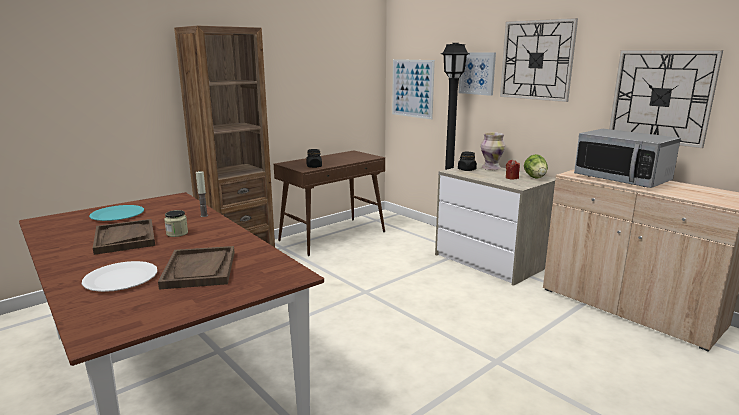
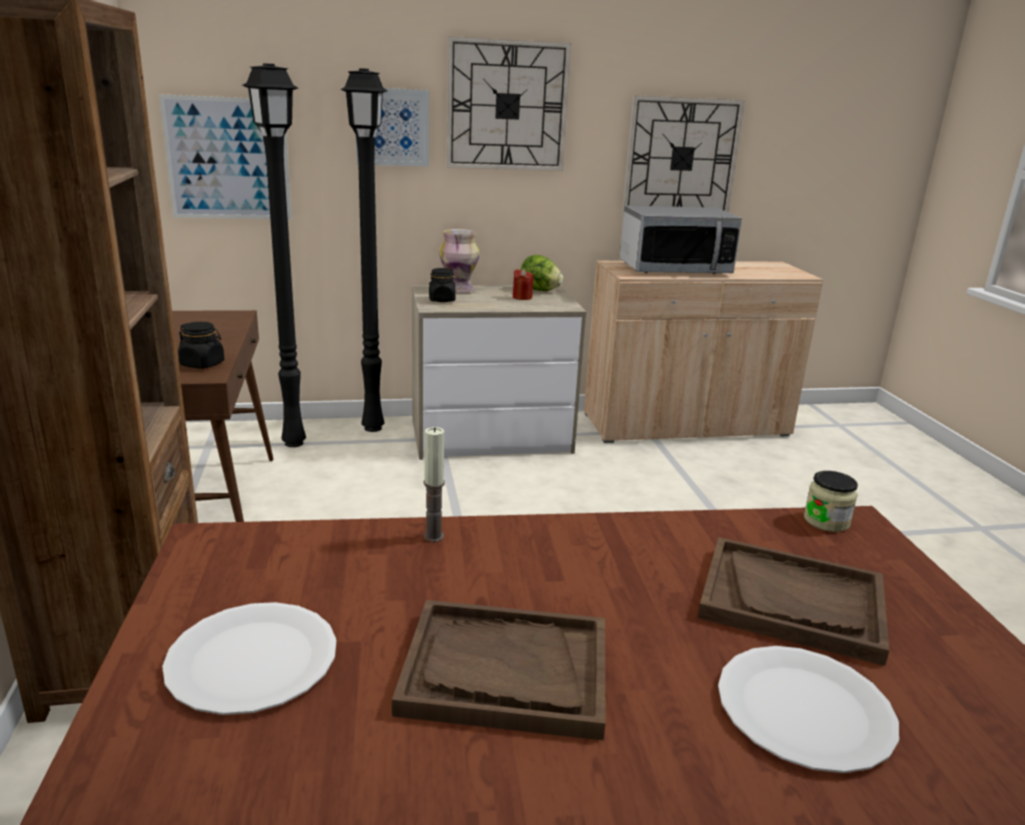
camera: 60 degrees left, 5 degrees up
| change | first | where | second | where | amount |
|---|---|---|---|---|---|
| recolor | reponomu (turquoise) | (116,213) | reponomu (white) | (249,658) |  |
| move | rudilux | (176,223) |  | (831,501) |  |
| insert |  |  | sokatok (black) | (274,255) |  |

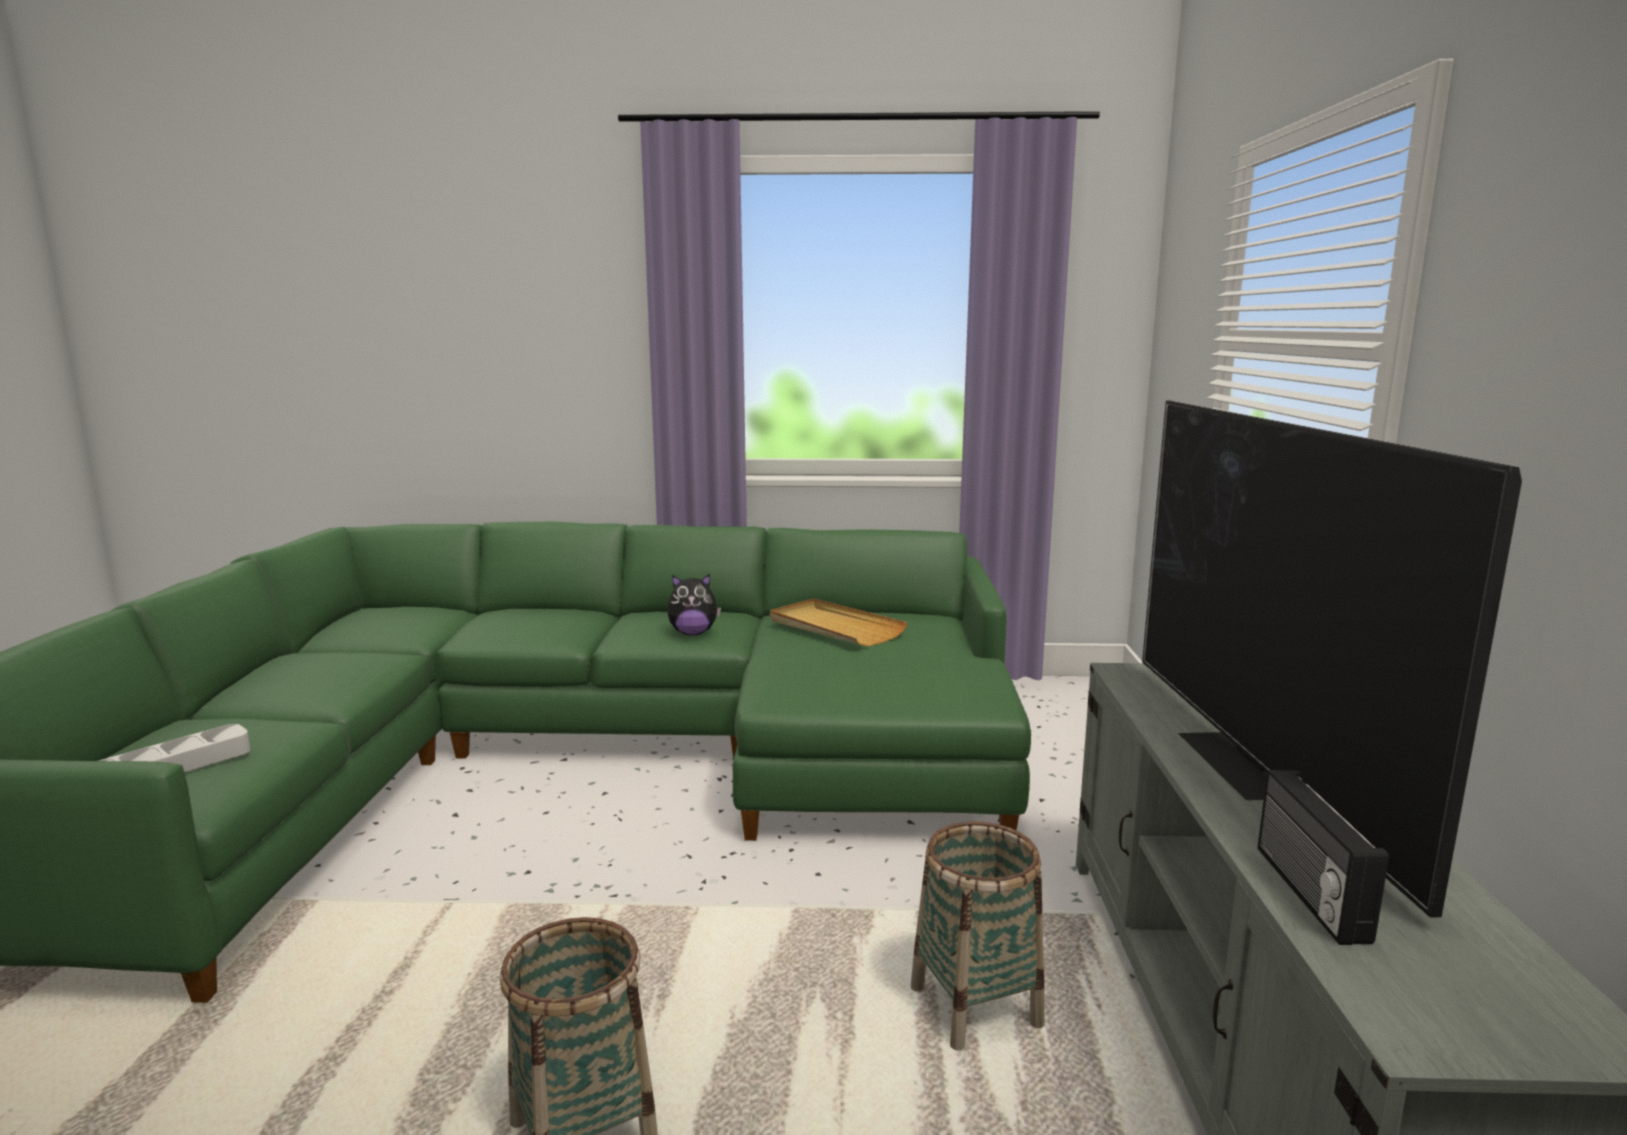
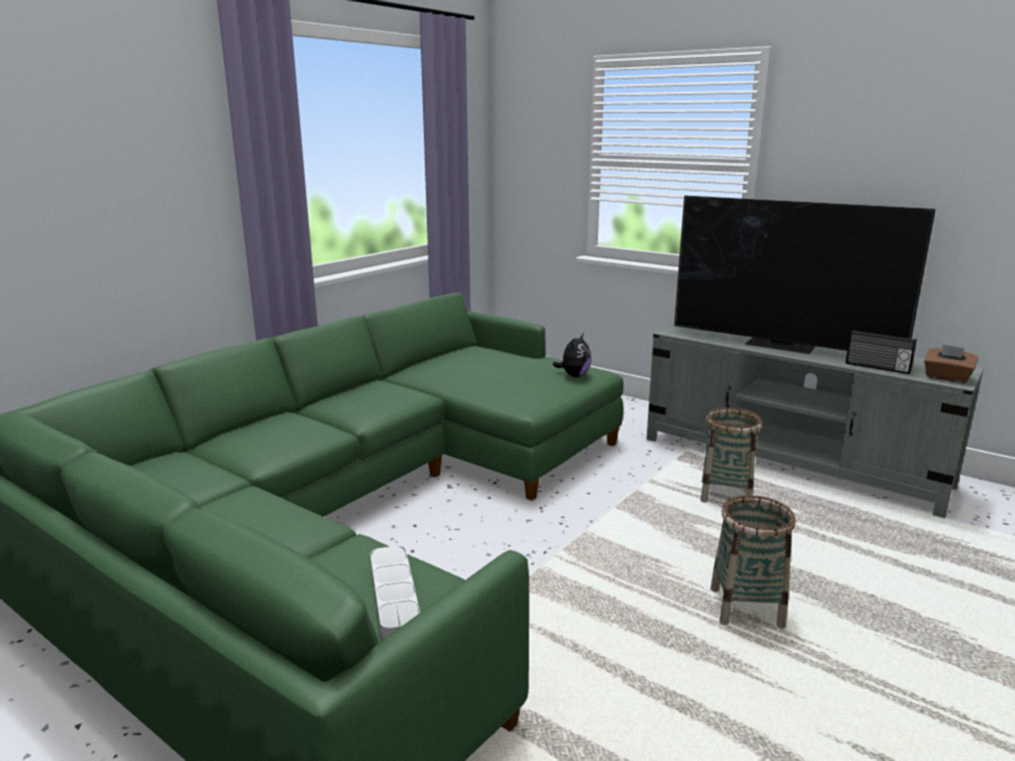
camera: 55 degrees left, 5 degrees up
| change | first | where | second | where | amount |
|---|---|---|---|---|---|
| move | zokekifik | (694,604) |  | (572,355) |  |
| delete | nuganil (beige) | (839,623) |  |  |  |
| insert |  |  | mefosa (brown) | (951,363) |  |

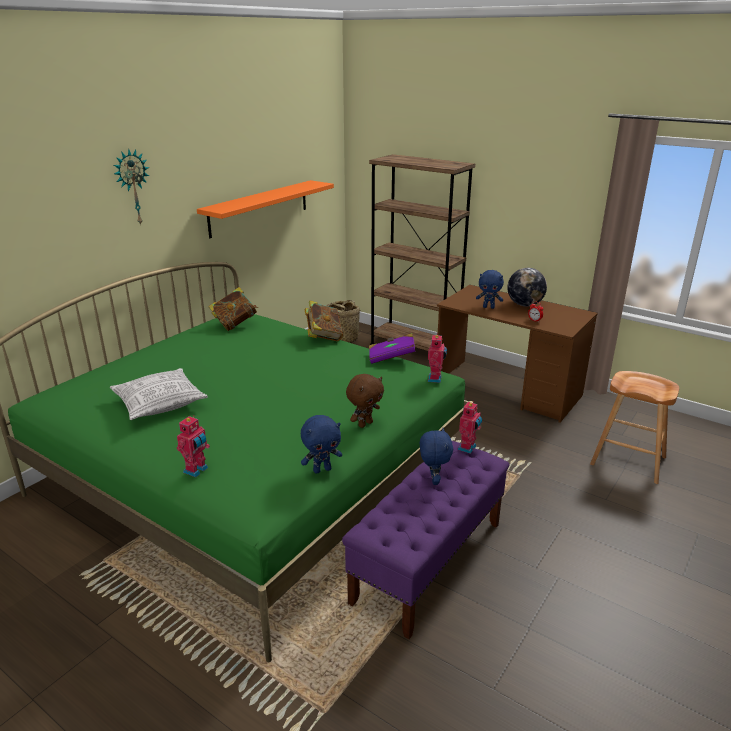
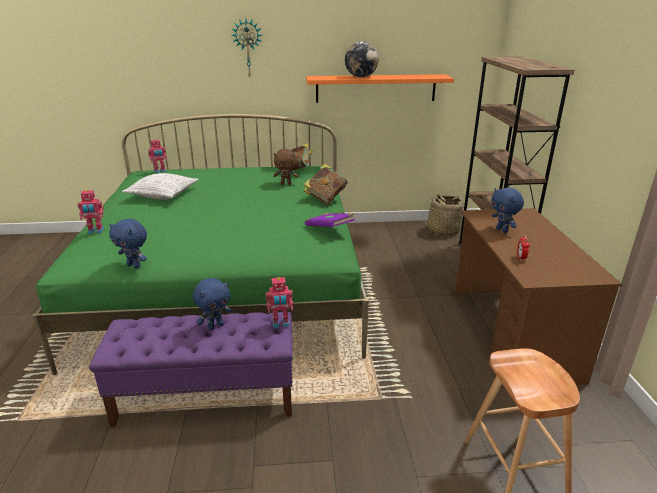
camera: 50 degrees right, 0 degrees up
| change | first | where | second | where | amount |
|---|---|---|---|---|---|
| move | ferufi | (527,287) |  | (362,59) |  |
| move | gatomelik | (437,358) |  | (157,156) |  |
| move | zokekifik (brown) | (365,401) |  | (285,167) |  |

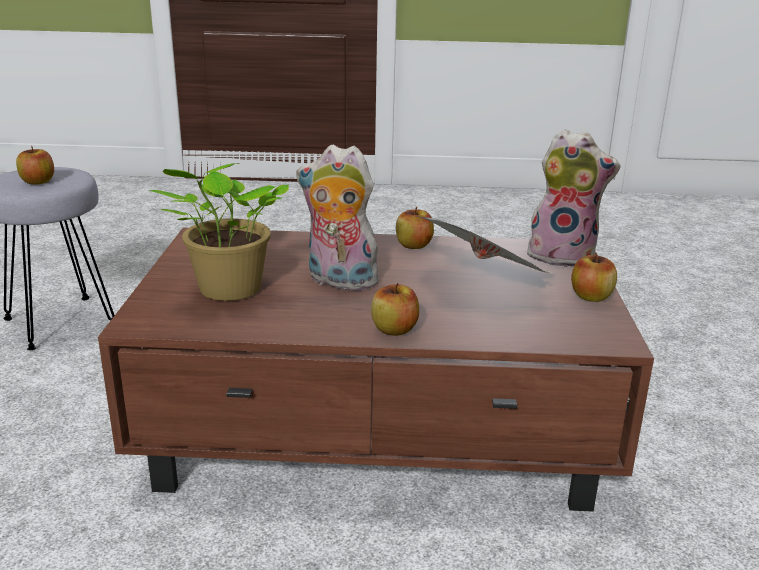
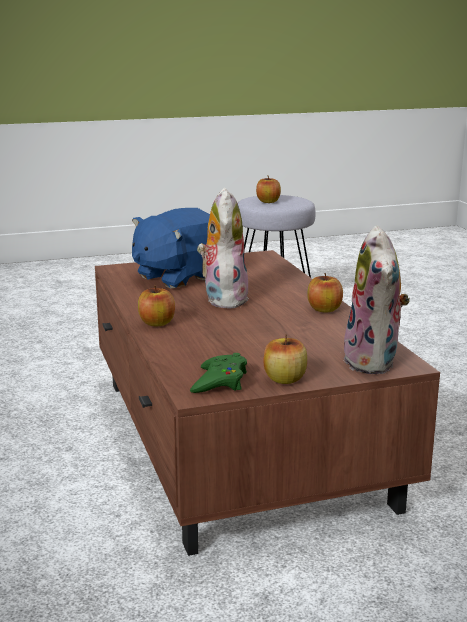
camera: 70 degrees right, 5 degrees down
| change | first | where | second | where | amount |
|---|---|---|---|---|---|
| replace | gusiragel | (218,232) | zokekifik (blue) | (171,248) |  |
| delete | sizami | (484,245) |  |  |  |
| insert |  |  | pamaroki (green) | (218,373) |  |

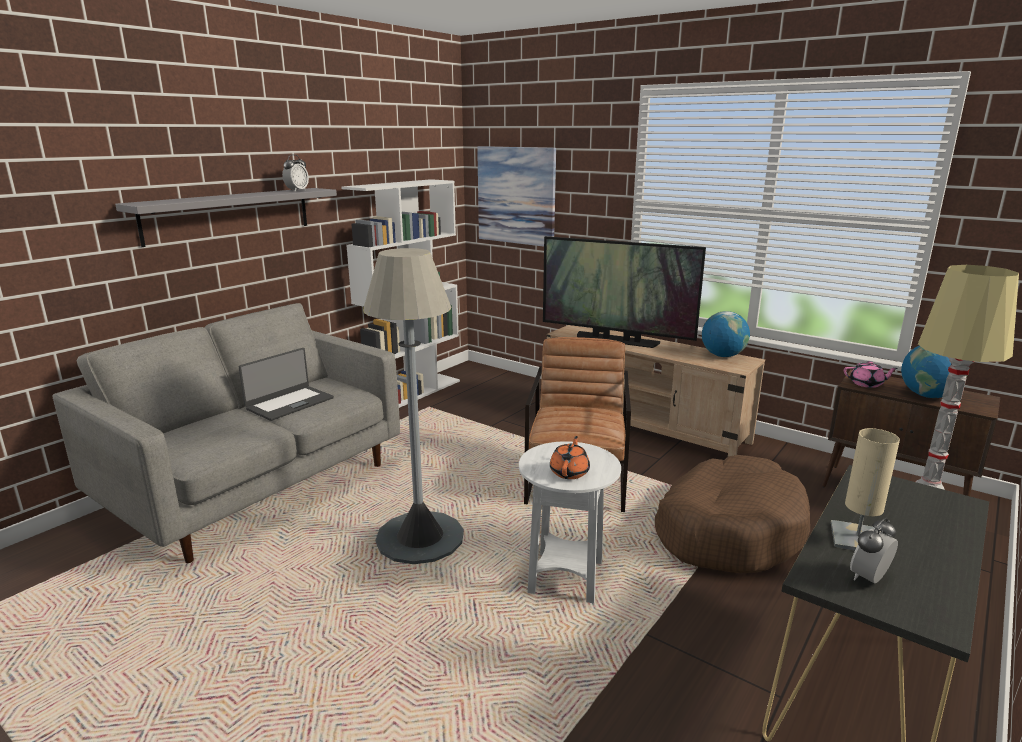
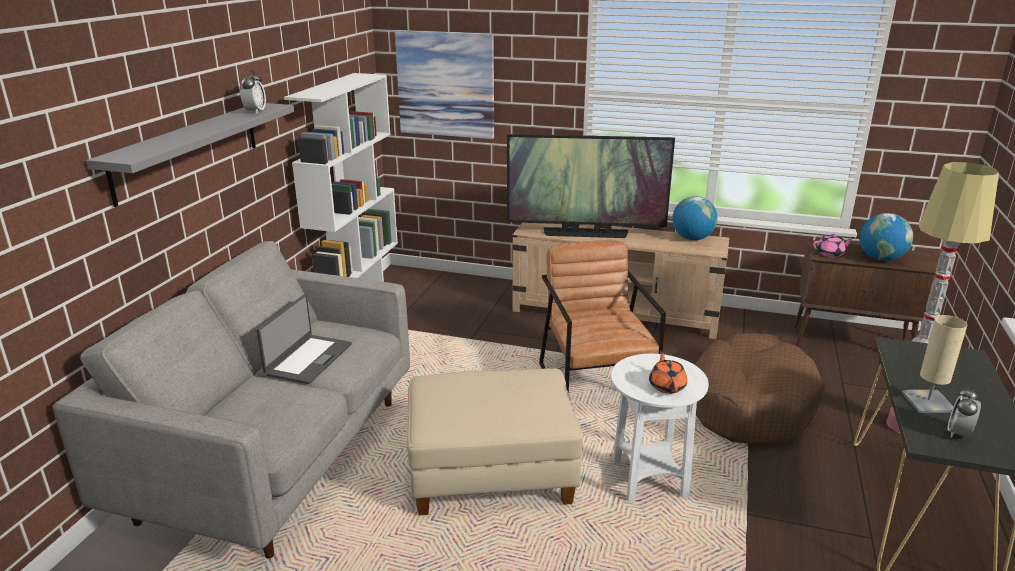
camera: 20 degrees left, 5 degrees up
| change | first | where | second | where | amount |
|---|---|---|---|---|---|
| replace | sokatok (grey) | (413,406) | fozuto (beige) | (495,441) |  |

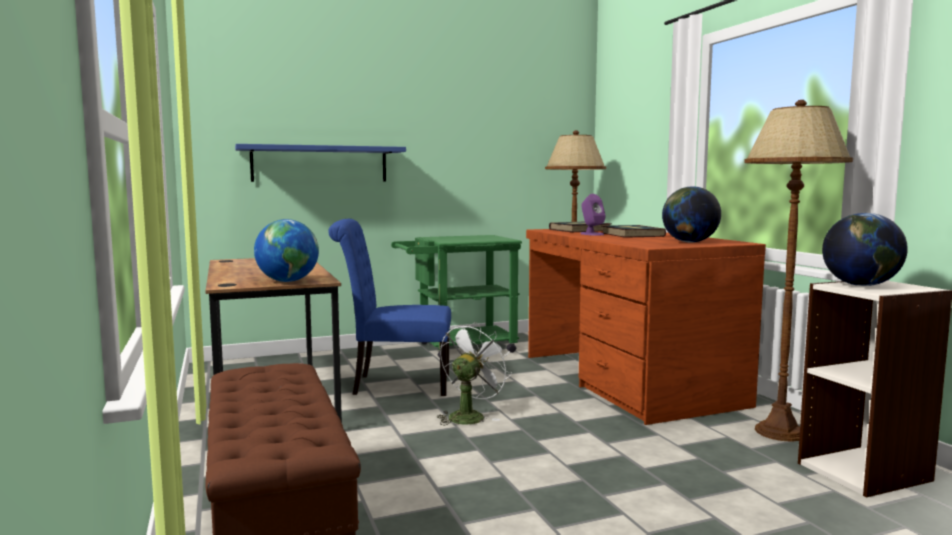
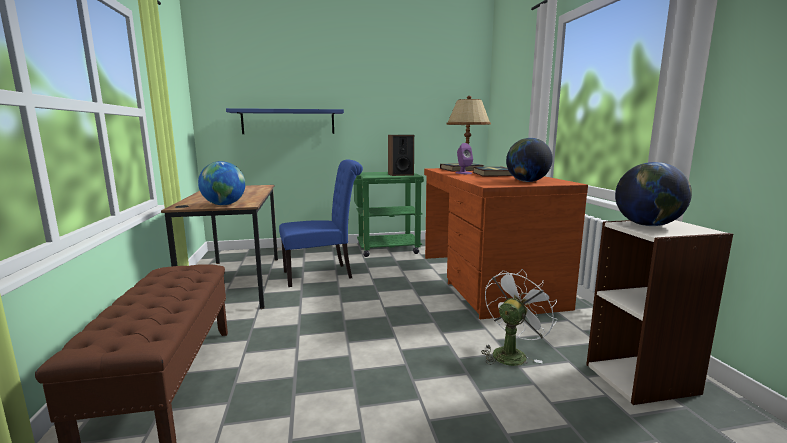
camera: 10 degrees right, 5 degrees up
| change | first | where | second | where | amount |
|---|---|---|---|---|---|
| delete | sokatok (brown) | (798,271) |  |  |  |
| rotate | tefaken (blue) | (389,307) |  | (321,223) | 150 degrees clockwise |
| move | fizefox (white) | (474,373) |  | (519,317) |  |
| insert |  |  | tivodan | (401,155) |  |

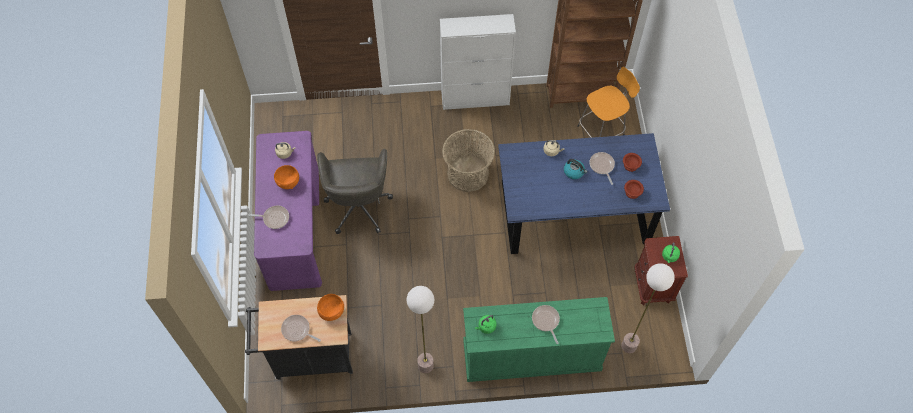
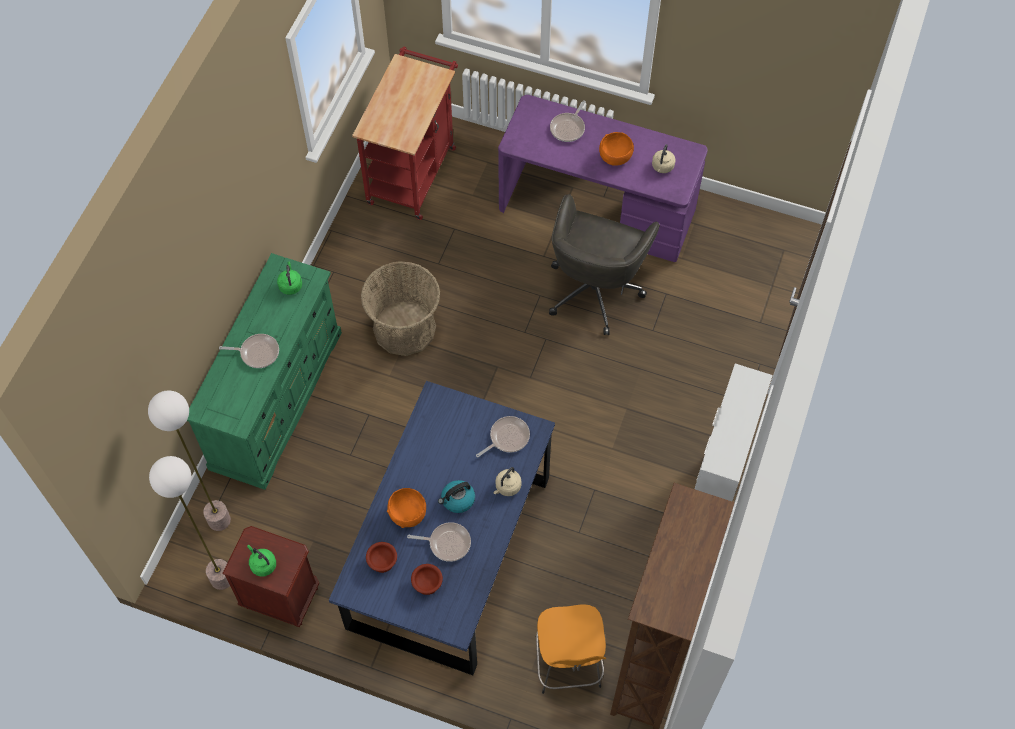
camera: 115 degrees right, 0 degrees up
| change | first | where | second | where | amount |
|---|---|---|---|---|---|
| move | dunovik | (468,160) |  | (400,308) |  |
| rotate | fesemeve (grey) | (355,191) |  | (604,264) | 90 degrees counterclockwise |
| move | sokatok | (420,329) |  | (189,523) |  |
| move | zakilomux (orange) | (330,307) |  | (406,508) |  |
| recolor | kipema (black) | (299,337) | kipema (red) | (405,133) |  |
| move | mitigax | (301,328) |  | (503,436) |  |

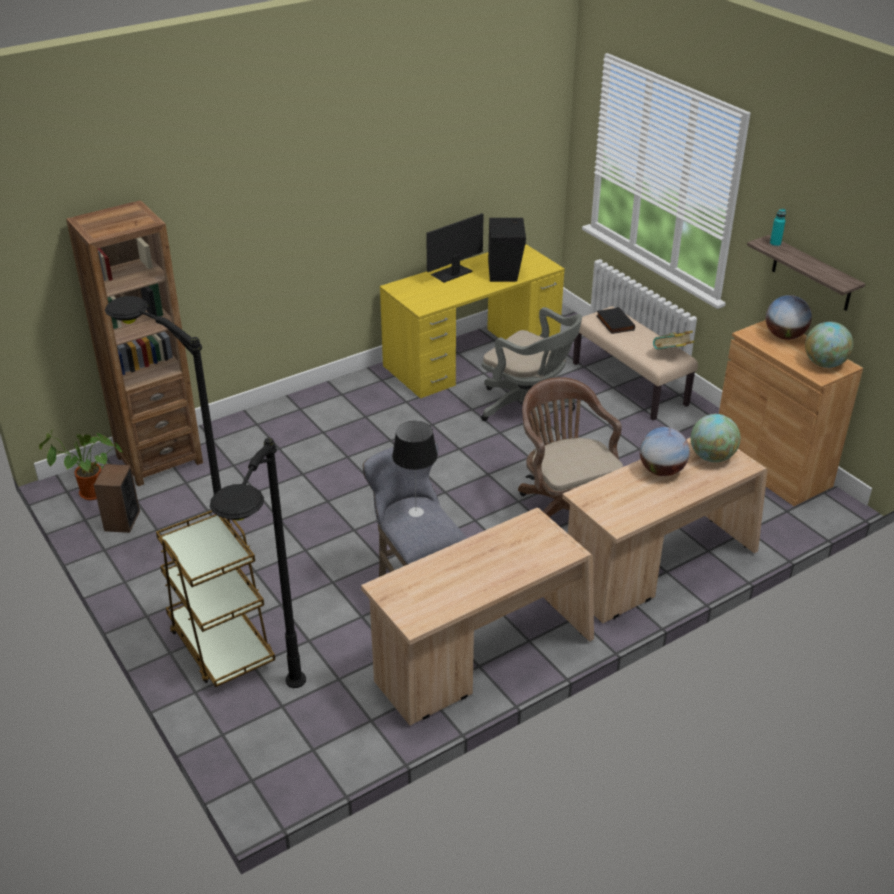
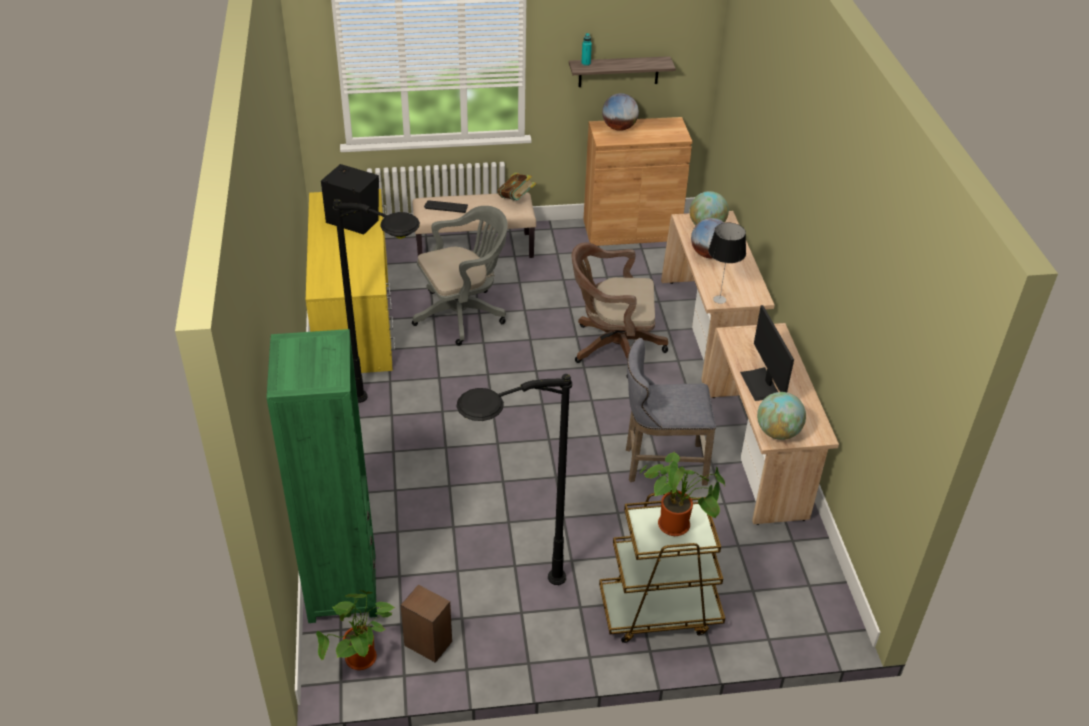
camera: 65 degrees left, 5 degrees up
| change | first | where | second | where | amount |
|---|---|---|---|---|---|
| recolor | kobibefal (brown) | (134,343) | kobibefal (green) | (322,476) |  |
| move | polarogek | (455,248) |  | (767,353) |  |
| replace | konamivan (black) | (615,320) | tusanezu | (446,206) |  |
| move | ferufi | (829,345) |  | (781,416) |  |
| move | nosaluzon | (415,469) |  | (727,263) |  |
| move | sokatok (black) | (258,563) |  | (376,301) |  |
| insert |  |  | gusiragel | (681,494) |  |

